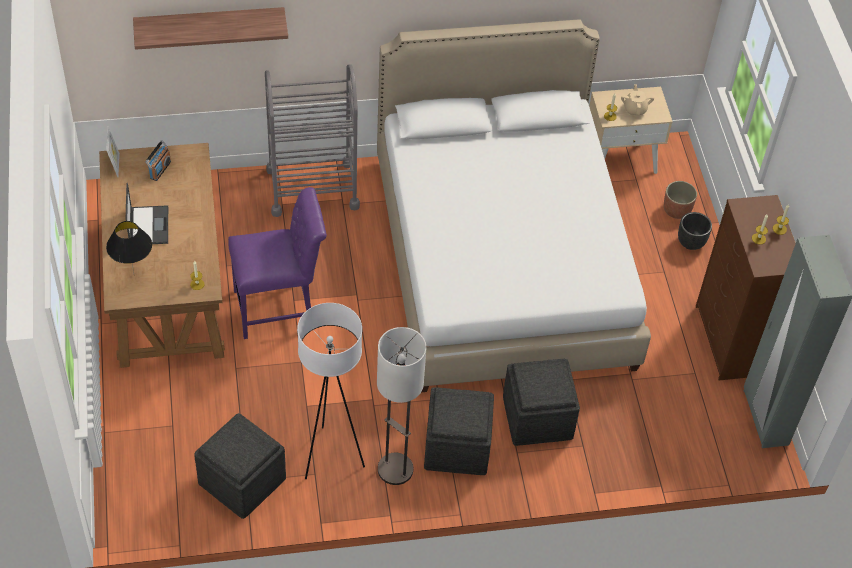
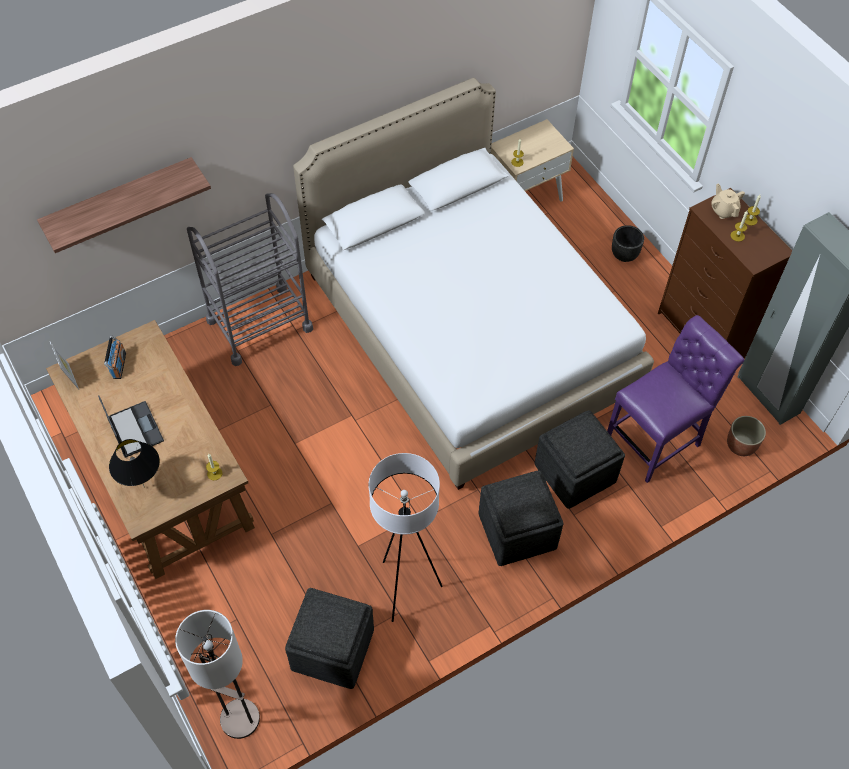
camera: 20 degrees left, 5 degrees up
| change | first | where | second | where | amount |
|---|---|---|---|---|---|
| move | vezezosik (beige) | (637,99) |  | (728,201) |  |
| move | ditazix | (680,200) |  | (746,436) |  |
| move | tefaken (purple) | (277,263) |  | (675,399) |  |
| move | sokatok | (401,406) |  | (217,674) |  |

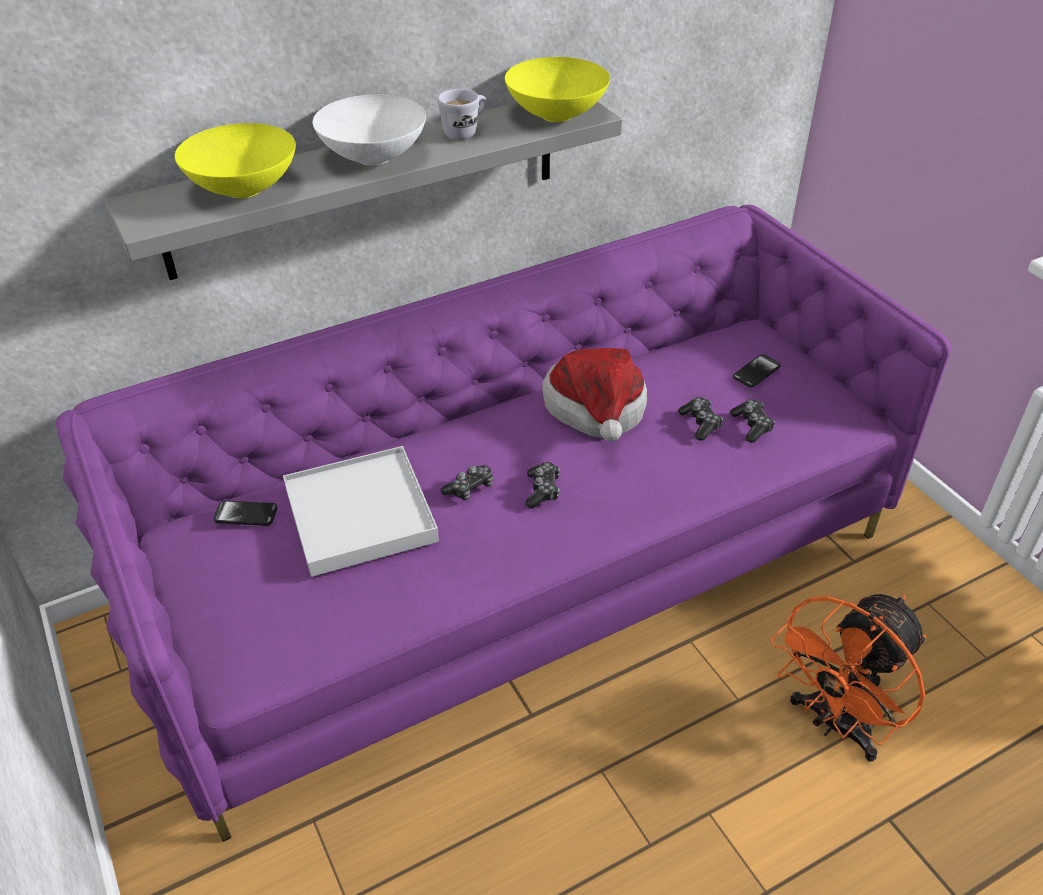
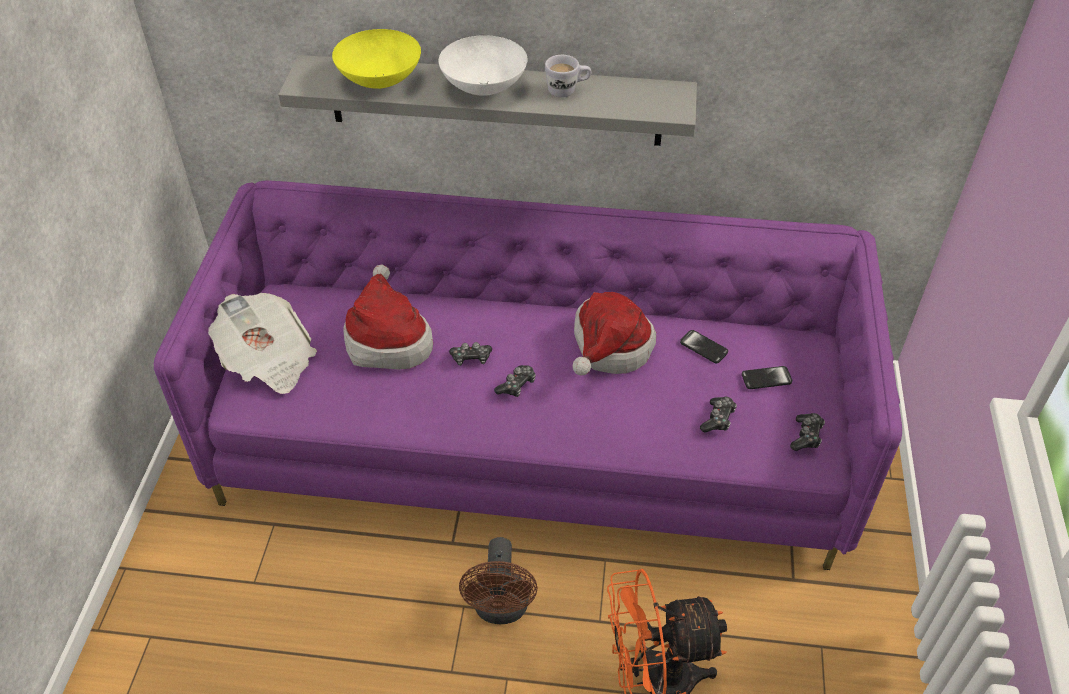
camera: 35 degrees right, 5 degrees up
| change | first | where | second | where | amount |
|---|---|---|---|---|---|
| delete | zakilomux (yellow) | (557,89) |  |  |  |
| move | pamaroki | (700,419) |  | (807,432) |  |
| replace | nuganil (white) | (361,511) | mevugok | (388,317) |  |
| move | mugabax | (245,513) |  | (704,346) |  |
| insert |  |  | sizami | (262,343) |  |
| insert |  |  | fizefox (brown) | (498,580) |  |

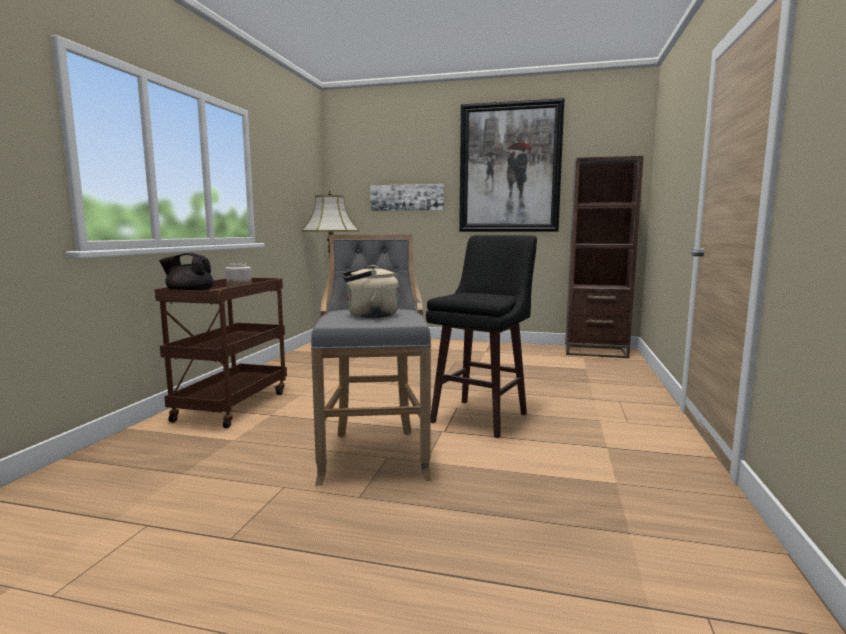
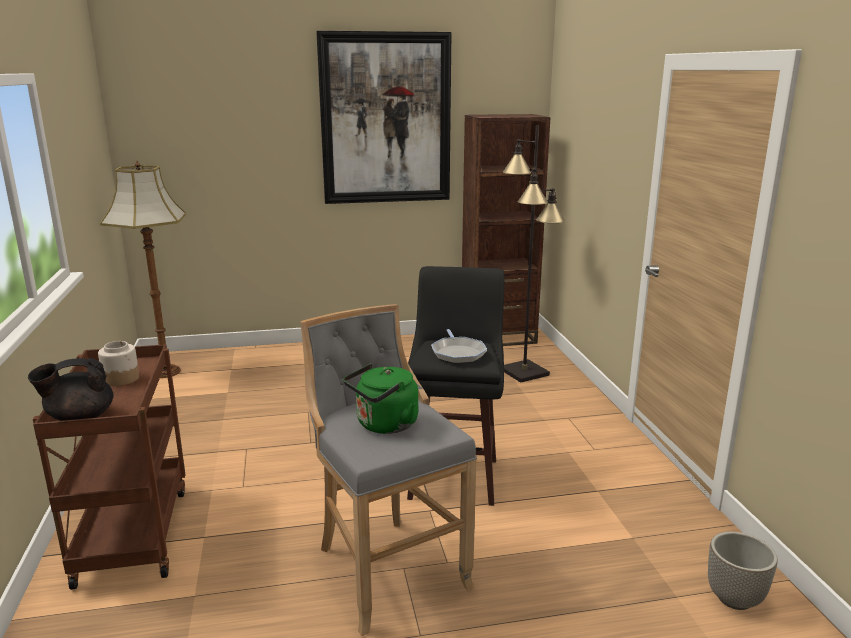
camera: 25 degrees left, 10 degrees up
| change | first | where | second | where | amount |
|---|---|---|---|---|---|
| delete | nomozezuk | (407,197) |  |  |  |
| recolor | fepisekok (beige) | (370,291) | fepisekok (green) | (380,398) |  |
| insert |  |  | sokatok (black) | (534,254) |  |
| insert |  |  | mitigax | (459,346) |  |
| insert |  |  | ditazix | (743,571) |  |

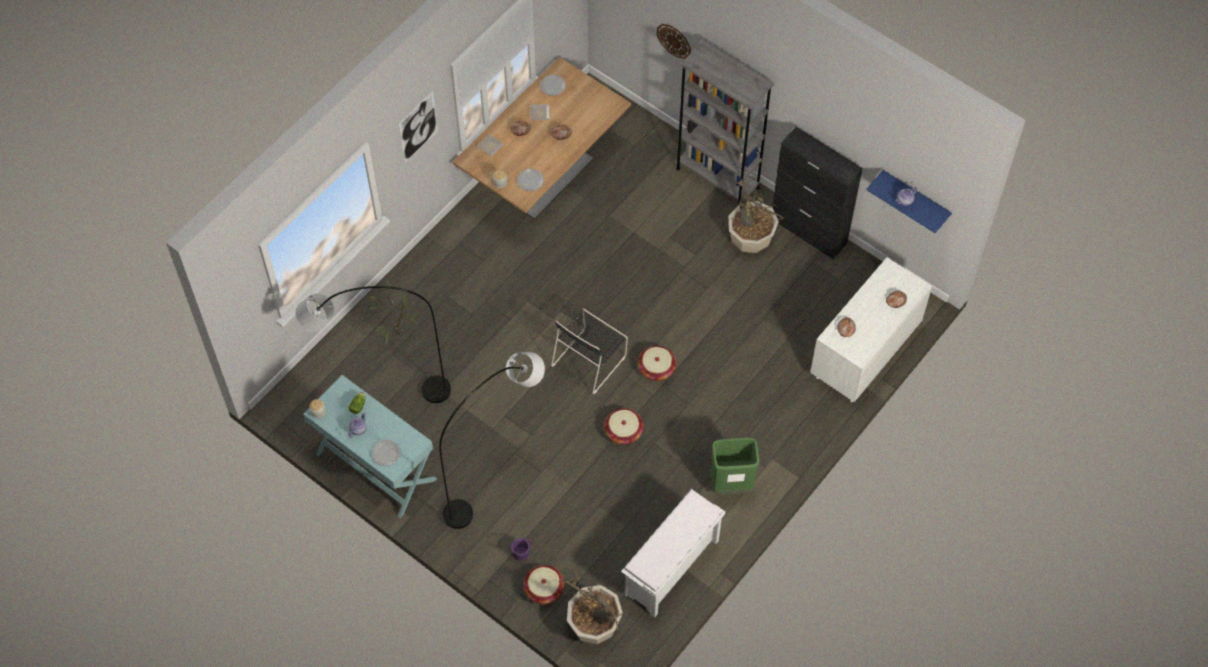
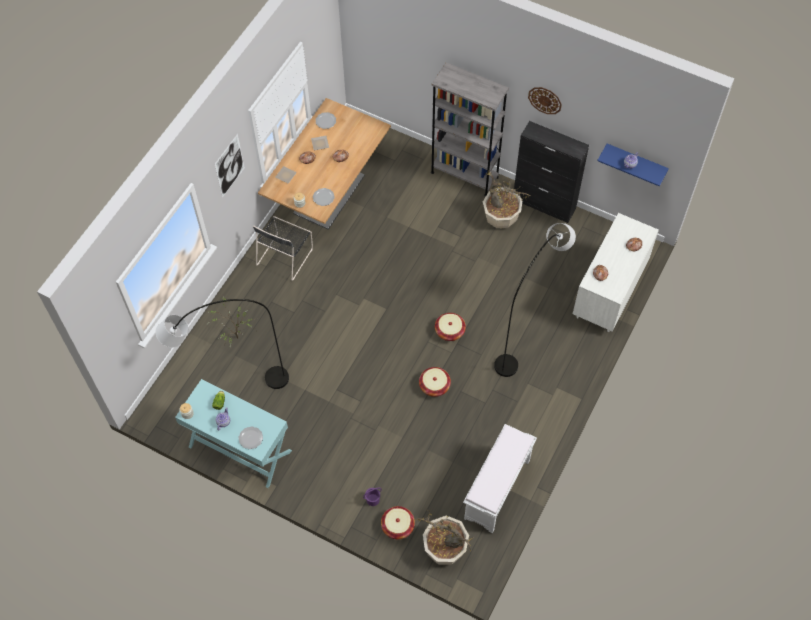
camera: 10 degrees left, 0 degrees up
| change | first | where | second | where | amount |
|---|---|---|---|---|---|
| move | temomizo | (674,41) |  | (545,100) |  |
| move | tefaken (black) | (589,351) |  | (283,248) |  |
| move | sokatok (grey) | (492,440) |  | (535,300) |  |
| delete | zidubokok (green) | (735,466) |  |  |  |

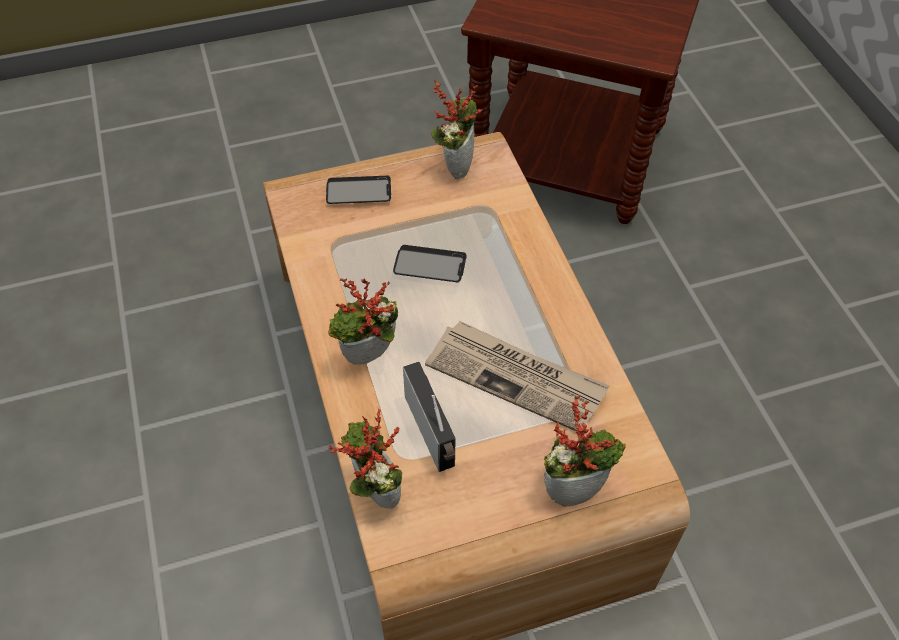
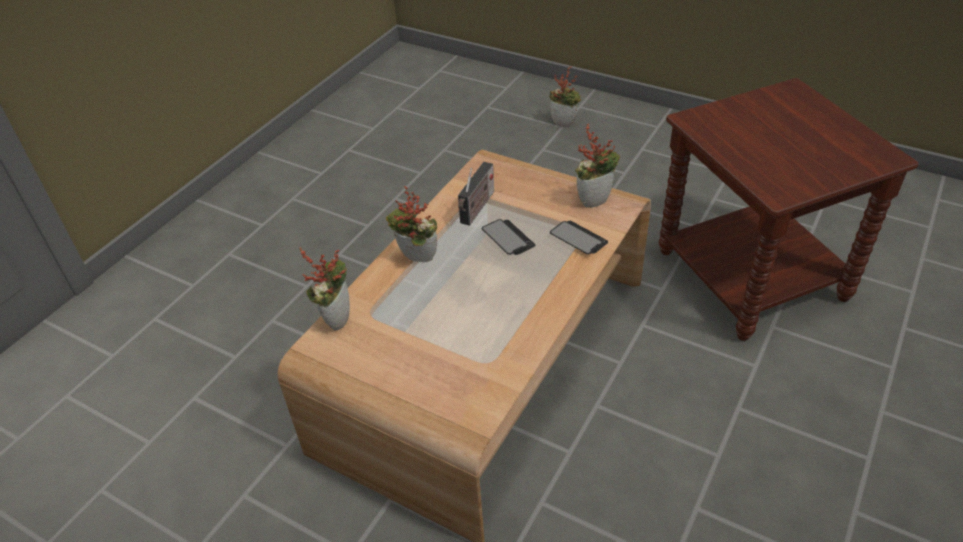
camera: 50 degrees right, 10 degrees down
| change | first | where | second | where | amount |
|---|---|---|---|---|---|
| move | mugabax | (358,190) |  | (579,237) |  |
| delete | sizami | (517,376) |  |  |  |
| move | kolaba | (429,417) |  | (476,194) |  |
| move | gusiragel | (585,451) |  | (565,96) |  |

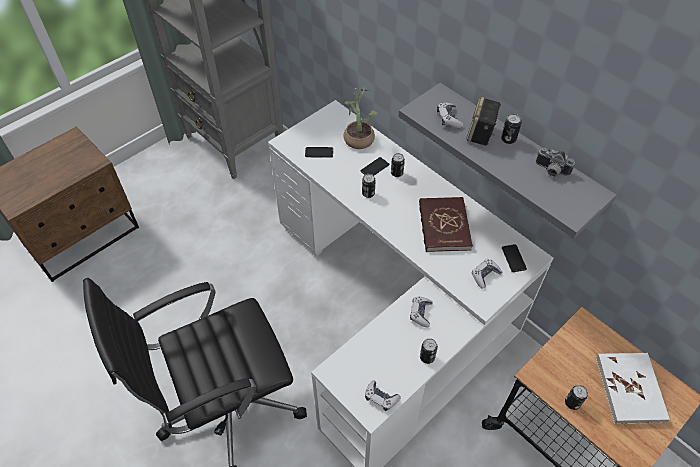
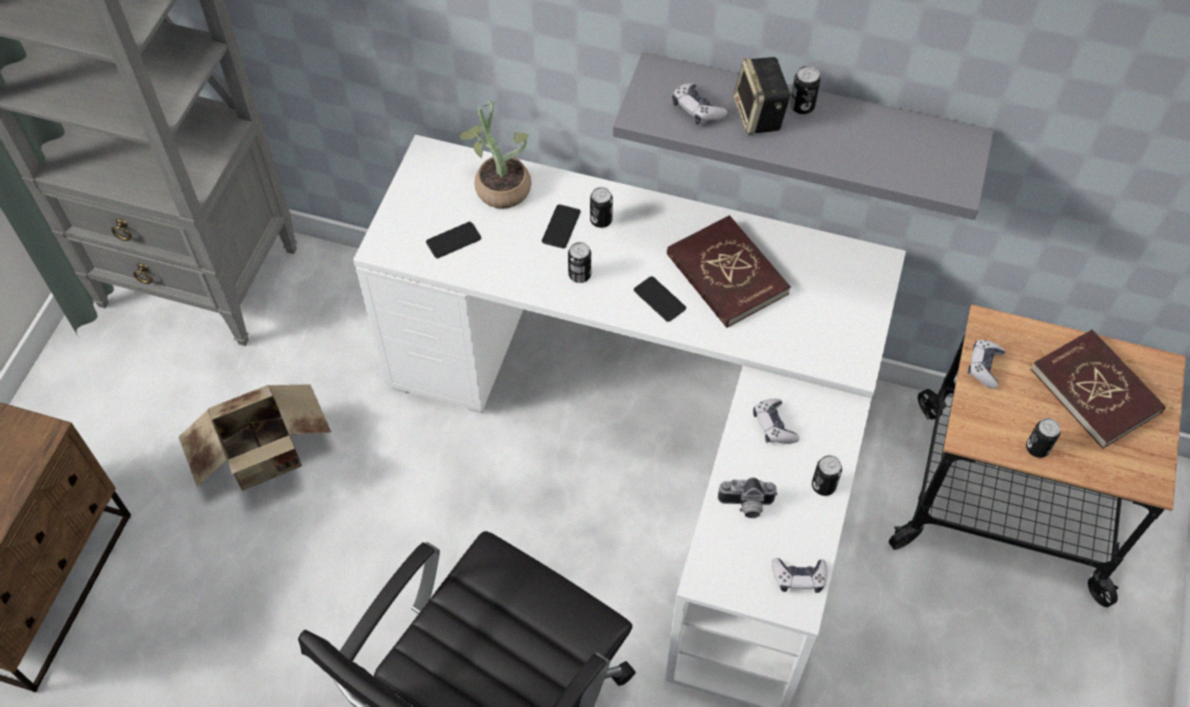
camera: 30 degrees left, 5 degrees up
| change | first | where | second | where | amount |
|---|---|---|---|---|---|
| move | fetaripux | (555,162) |  | (748,497) |  |
| move | mugabax | (514,258) |  | (660,299) |  |
| move | pamaroki | (487,273) |  | (986,364) |  |
| recolor | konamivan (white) | (633,388) | konamivan (red) | (1098,389) |  |
| insert |  |  | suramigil | (255,437) |  |

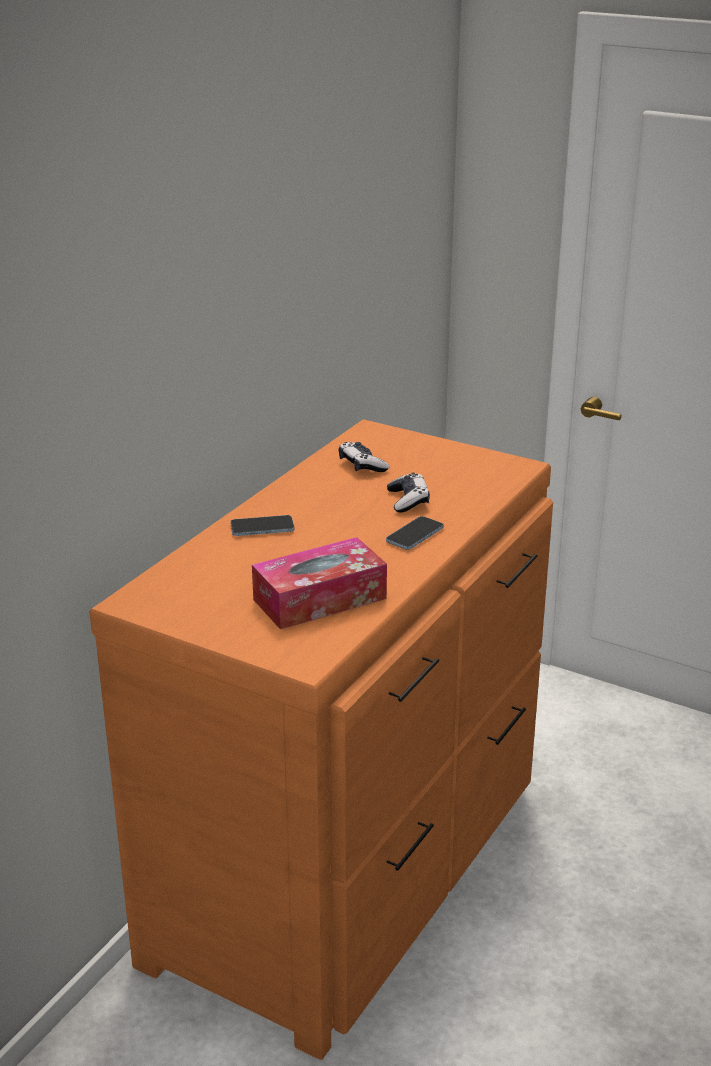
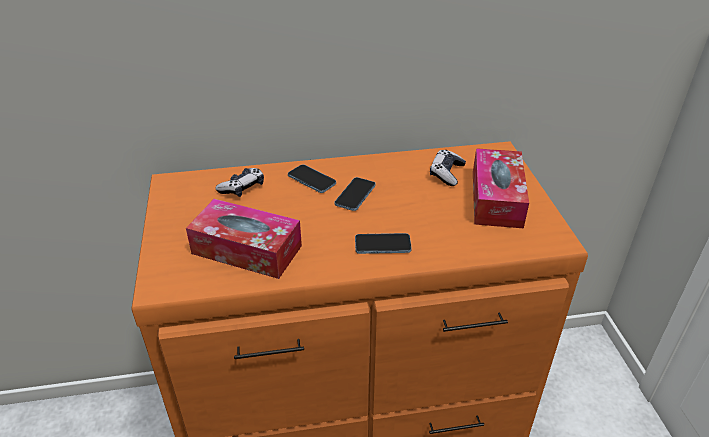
camera: 50 degrees right, 10 degrees up
| change | first | where | second | where | amount |
|---|---|---|---|---|---|
| move | pamaroki | (408,493) |  | (239,182) |  |
| insert |  |  | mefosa | (501,188) |  |
| insert |  |  | mugabax | (355,194) |  |

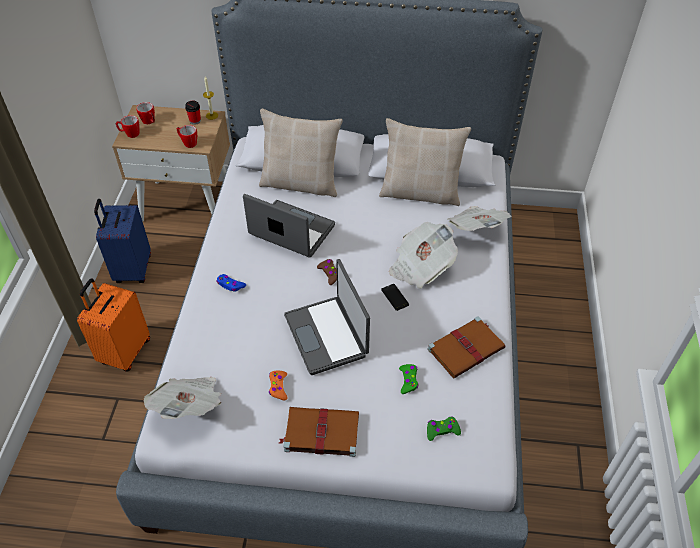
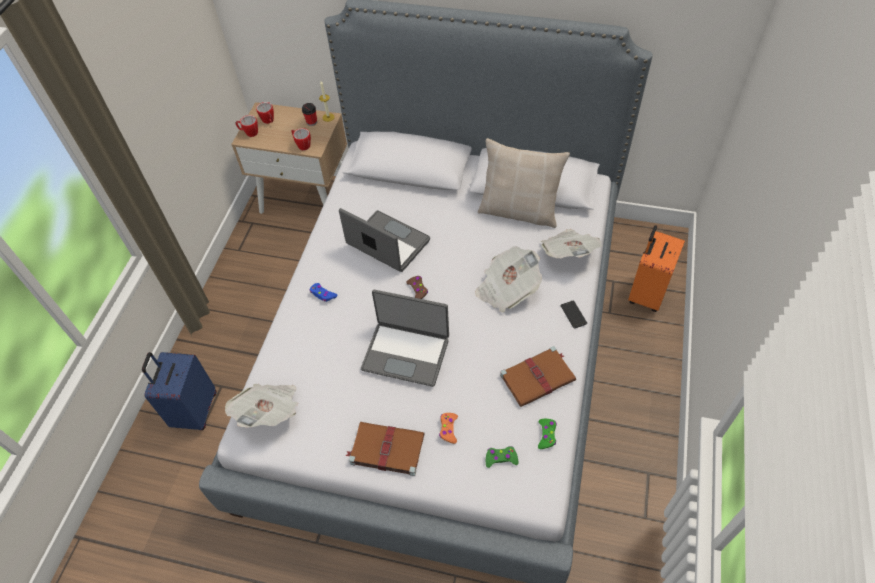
camera: 10 degrees right, 5 degrees up
| change | first | where | second | where | amount |
|---|---|---|---|---|---|
| delete | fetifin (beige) | (301,153) |  |  |  |
| move | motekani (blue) | (122,241) |  | (179,391) |  |
| rotate | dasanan | (327,317) |  | (405,338) | 60 degrees counterclockwise |
| move | motekani (orange) | (113,324) |  | (656,268) |  |
| move | mugabax | (395,297) |  | (574,315) |  |
| move | pamaroki (green) | (408,379) |  | (547,434) |  |
| move | pamaroki (orange) | (278,386) |  | (448,428) |  |

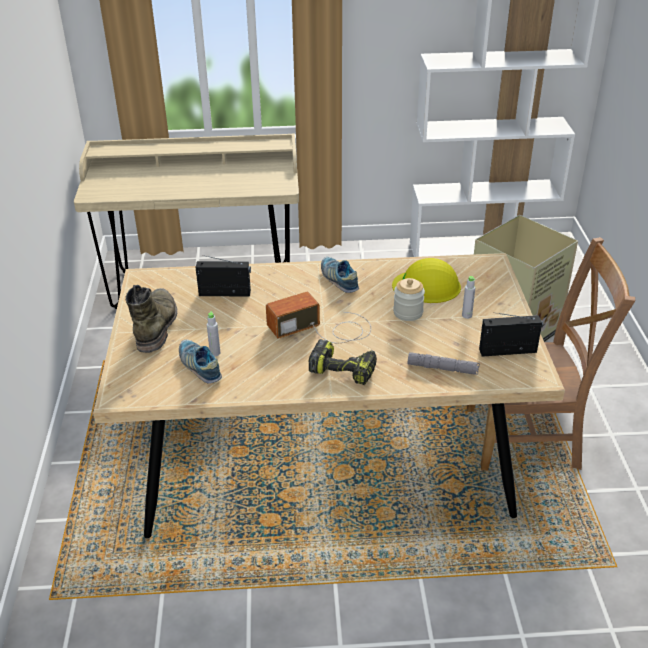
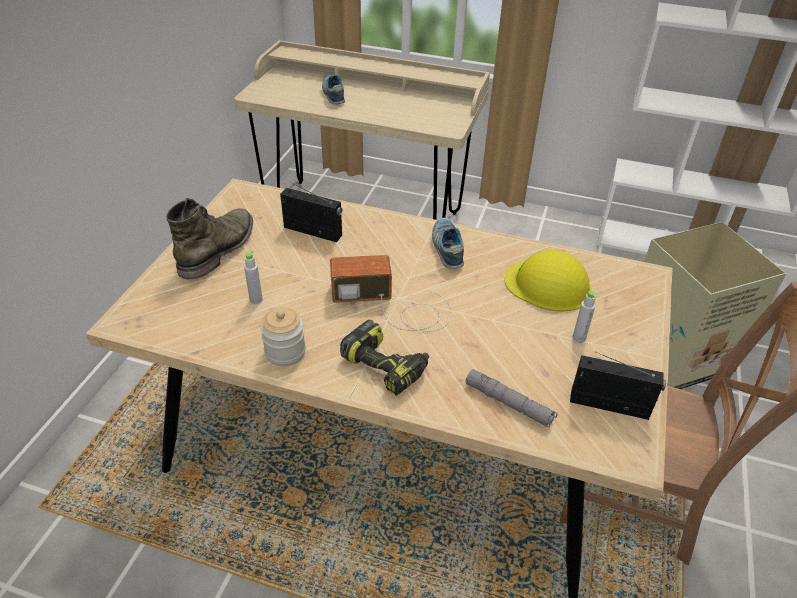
camera: 20 degrees right, 5 degrees up
| change | first | where | second | where | amount |
|---|---|---|---|---|---|
| move | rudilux | (409,299) |  | (283,336) |  |
| move | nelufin | (200,361) |  | (333,89) |  |

